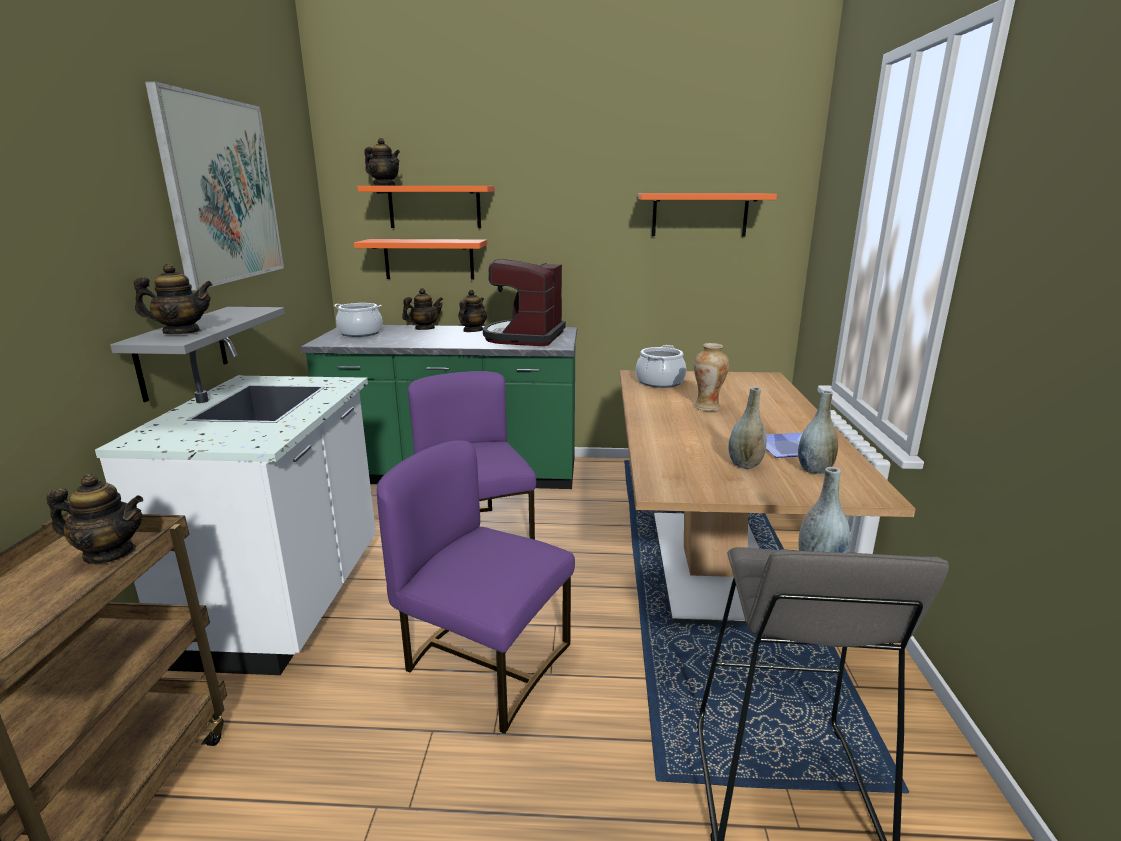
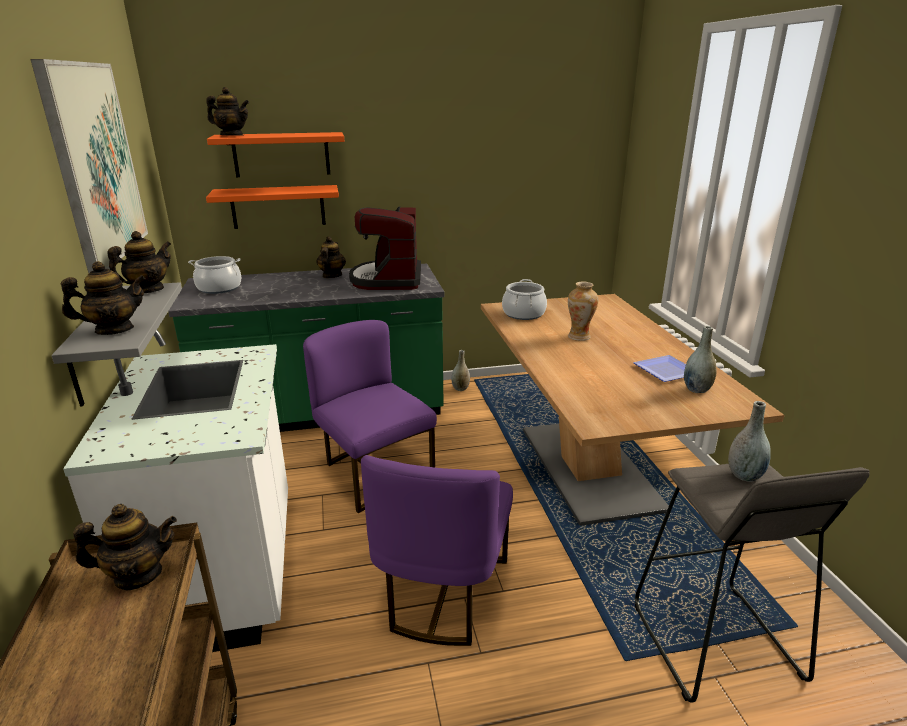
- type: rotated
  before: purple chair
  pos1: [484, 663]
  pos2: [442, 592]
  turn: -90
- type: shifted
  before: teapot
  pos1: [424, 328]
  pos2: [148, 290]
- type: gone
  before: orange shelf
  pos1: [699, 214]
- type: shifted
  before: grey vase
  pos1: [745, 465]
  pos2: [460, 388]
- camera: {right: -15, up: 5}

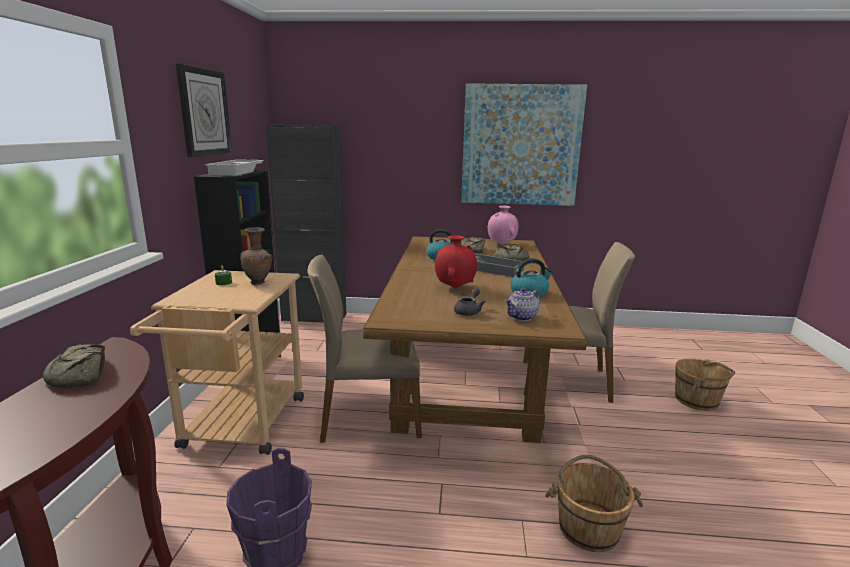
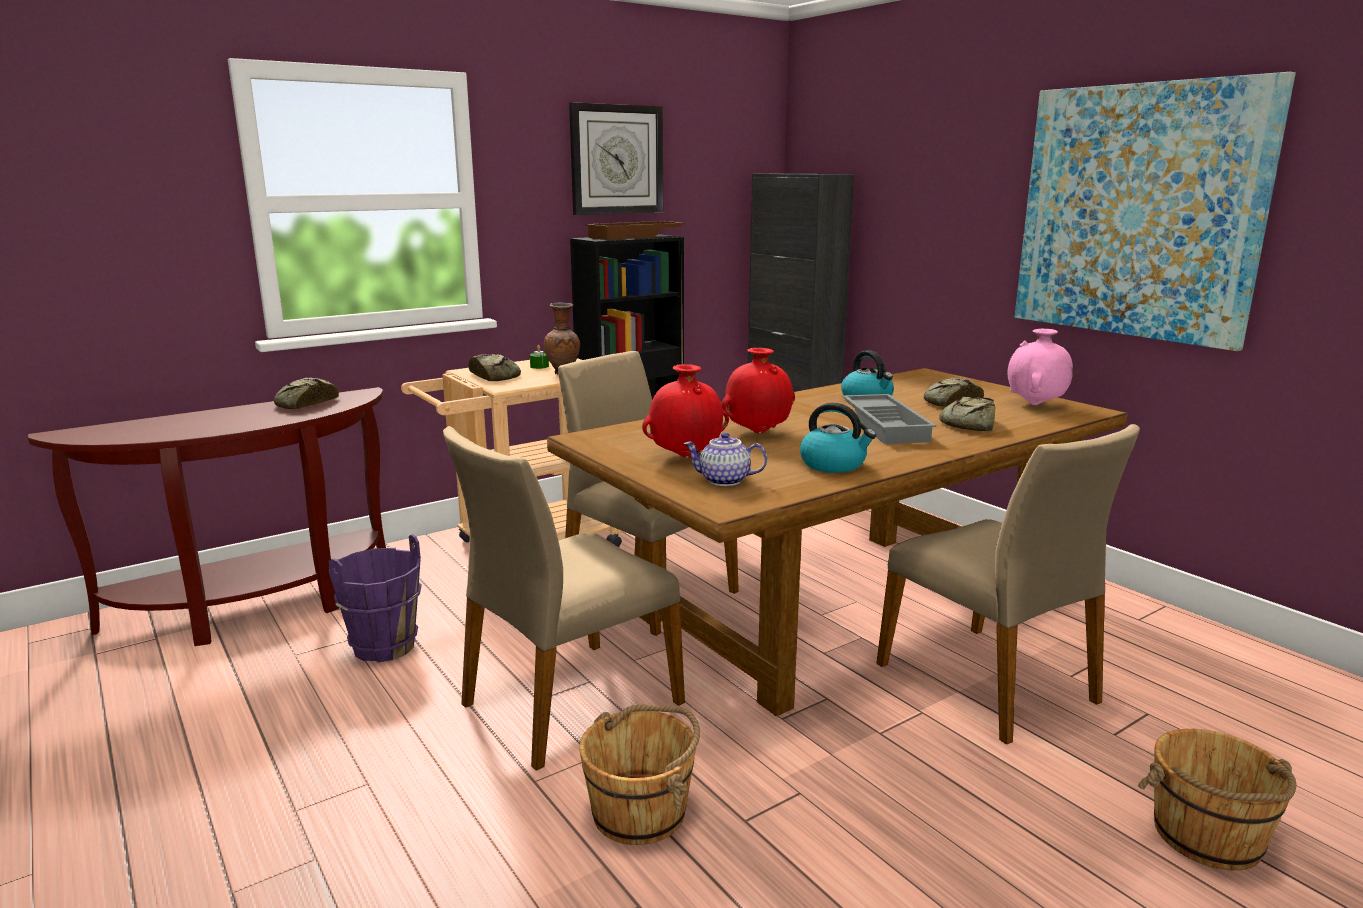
- type: repainted
  before: white tray
  after: brown tray
  pos1: [238, 172]
  pos2: [635, 236]
- type: swapped
  before: grey teapot
  after: red vase
  pos1: [469, 311]
  pos2: [686, 457]
- type: new
  after: beige chair
  pos2: [568, 703]
- type: new
  after: bread
  pos2: [494, 376]
- camera: {right: 50, up: 0}

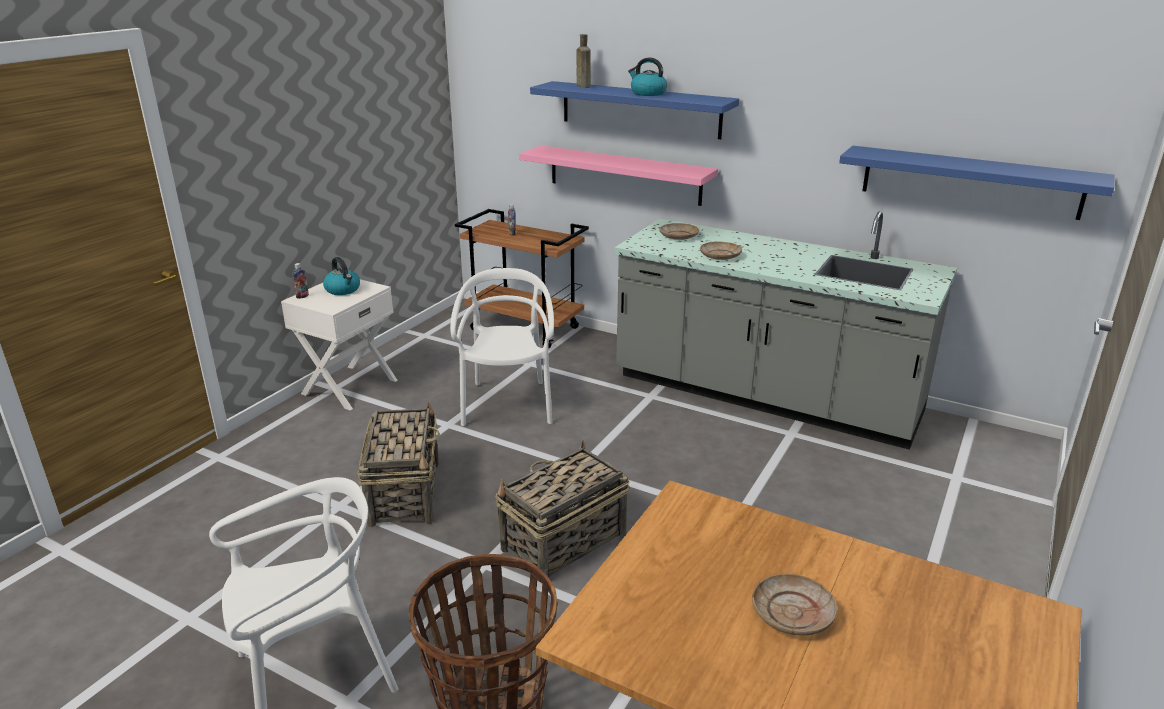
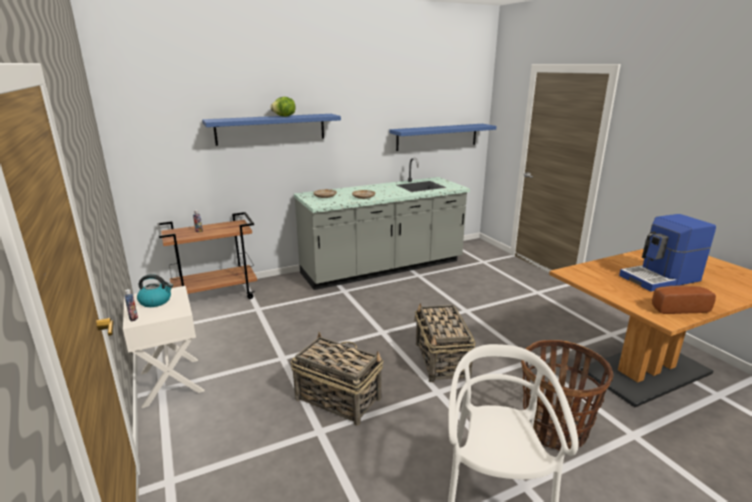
- type: gone
  before: white chair
  pos1: [508, 404]
- type: gone
  before: pink shelf
  pos1: [624, 175]
- type: gone
  before: brown bottle
  pos1: [583, 86]
- type: swapped
  before: kettle
  after: lettuce
  pos1: [647, 93]
  pos2: [284, 116]
- type: swapped
  before: beige plate
  after: coffee machine
  pos1: [793, 614]
  pos2: [661, 278]
- type: new
  after: bread
  pos2: [677, 308]
- camera: {right: -55, up: -5}

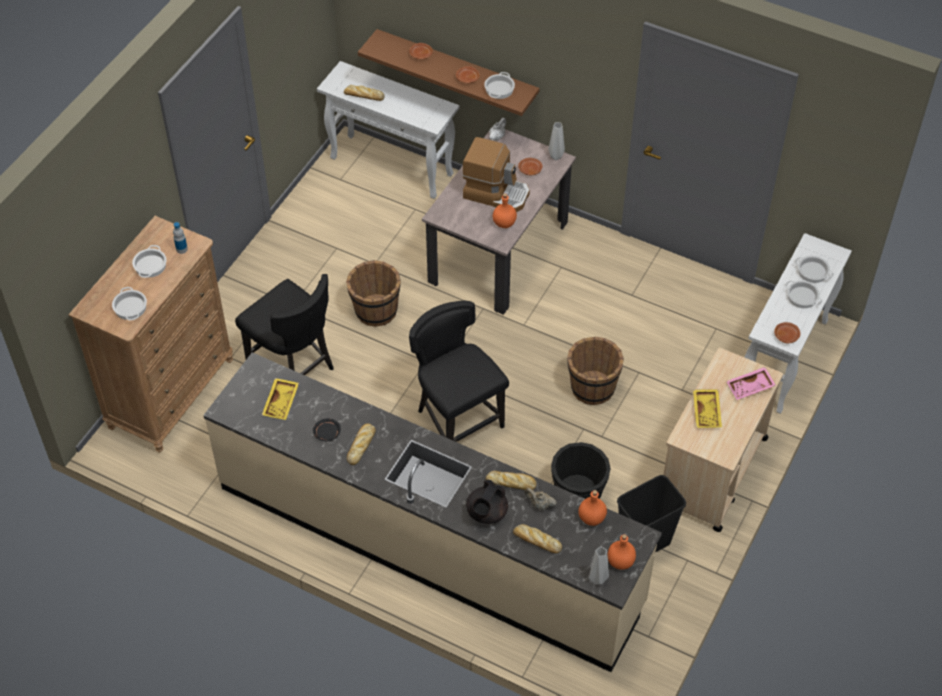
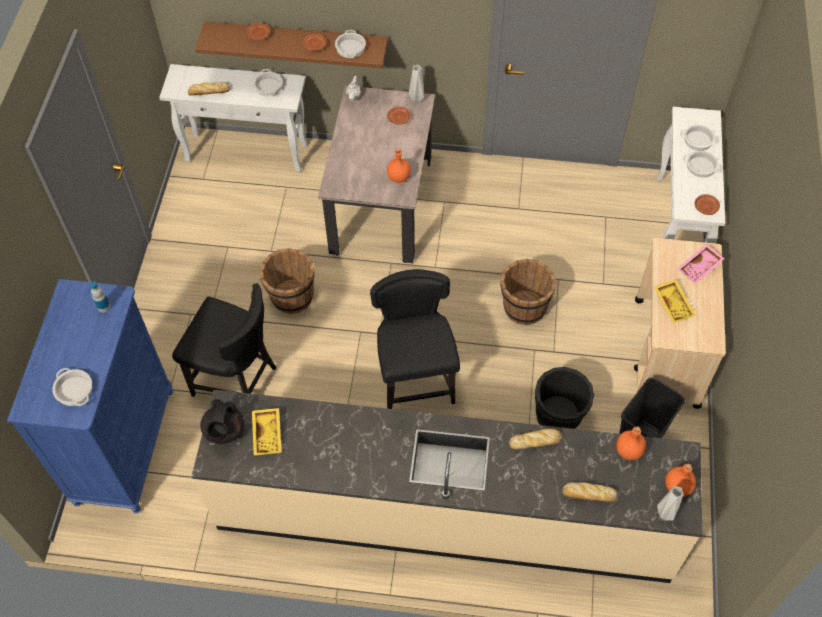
- type: repainted
  before: brown dresser
  after: blue dresser
  pos1: [171, 393]
  pos2: [125, 446]
- type: shifted
  before: cooking pot
  pos1: [150, 266]
  pos2: [268, 86]
- type: gone
  before: black plate
  pos1: [327, 433]
- type: gone
  before: bread
  pos1: [361, 445]
- type: rotated
  before: black chair
  pos1: [457, 419]
  pos2: [416, 379]
  turn: 45
- type: gone
  before: coffee machine
  pos1: [496, 193]
- type: shifted
  before: black teapot
  pos1: [486, 513]
  pos2: [224, 431]
- type: gone
  before: beige teapot
  pos1: [539, 504]
- camera: {right: -20, up: 5}

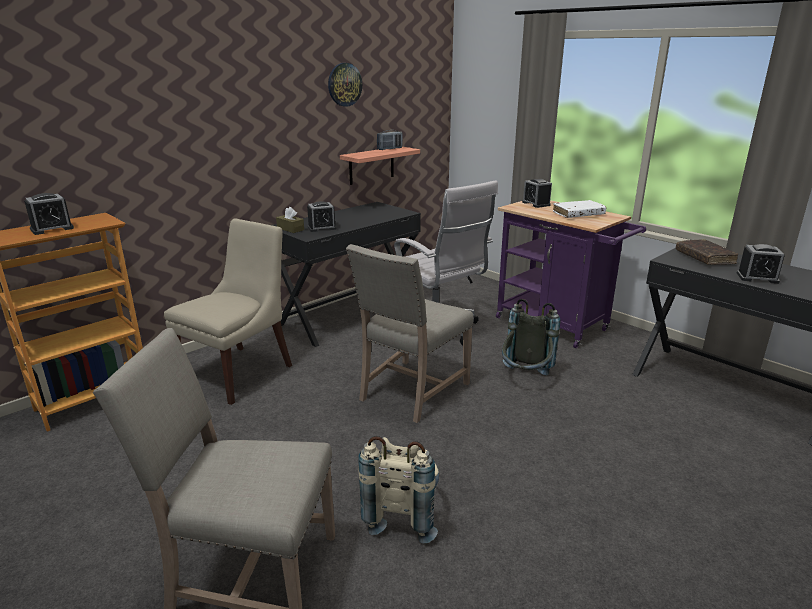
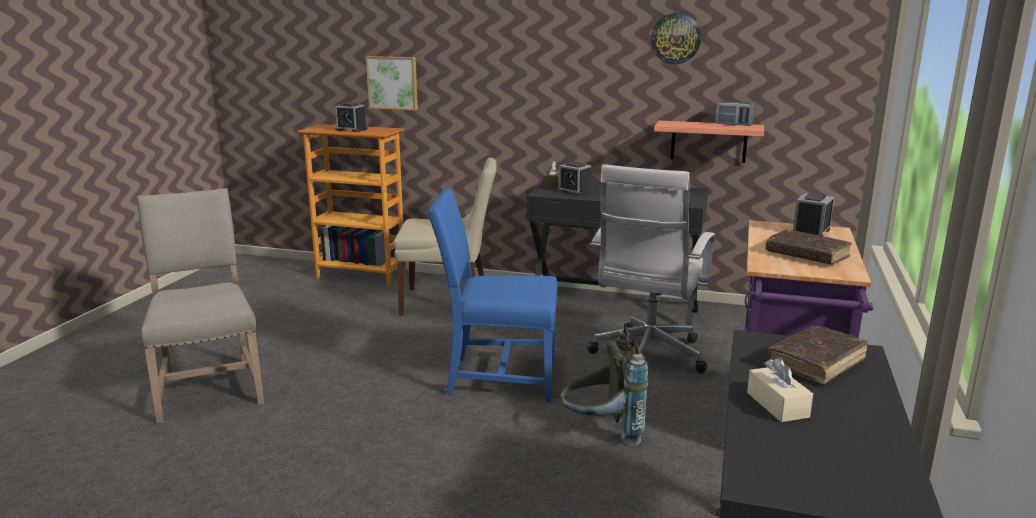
- type: repainted
  before: beige chair
  after: blue chair
  pos1: [411, 392]
  pos2: [498, 377]
- type: gone
  before: beige backpack
  pos1: [402, 514]
- type: repainted
  before: white book
  after: brown book
  pos1: [578, 214]
  pos2: [807, 255]
- type: swapped
  before: alarm clock
  after: beige tissue box
  pos1: [757, 278]
  pos2: [777, 405]
- type: new
  after: picture
  pos2: [393, 83]
- camera: {right: 60, up: -5}

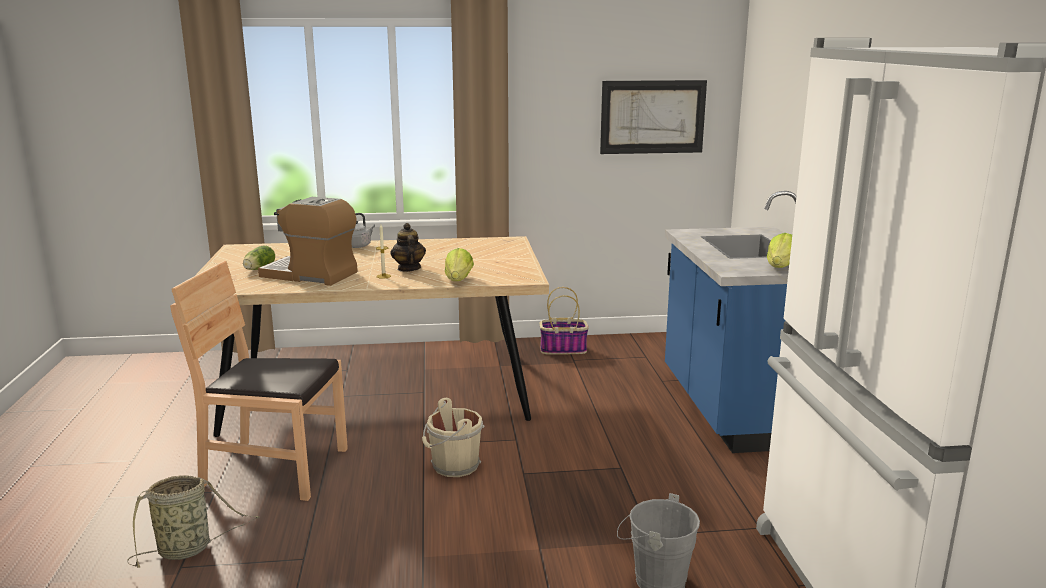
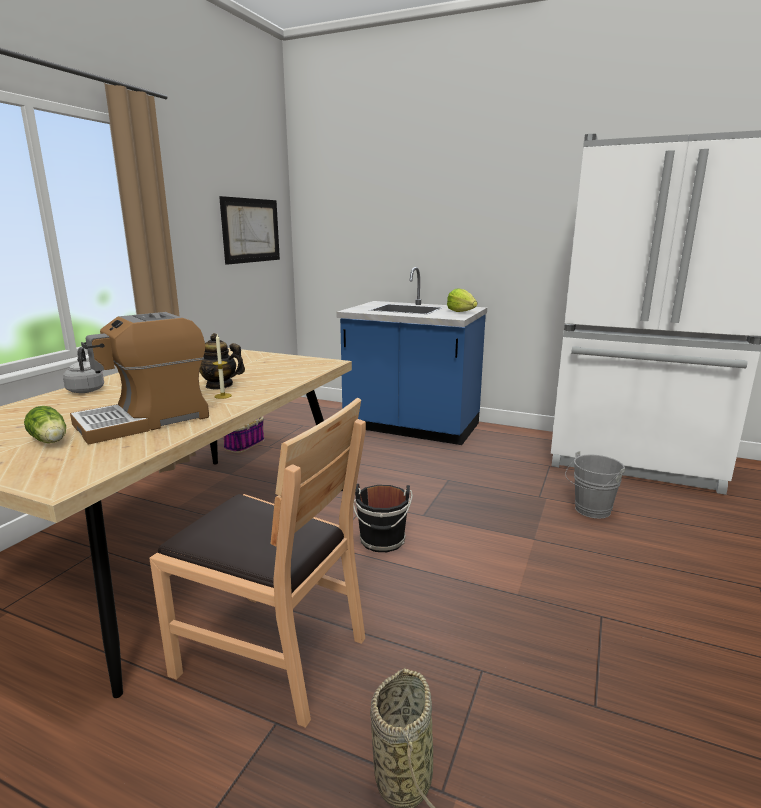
- type: rotated
  before: brown chair
  pos1: [275, 468]
  pos2: [272, 654]
  turn: -105
- type: repainted
  before: beige bucket
  after: black bucket
  pos1: [453, 466]
  pos2: [382, 541]
- type: gone
  before: lettuce
  pos1: [458, 280]
- camera: {right: -60, up: 0}

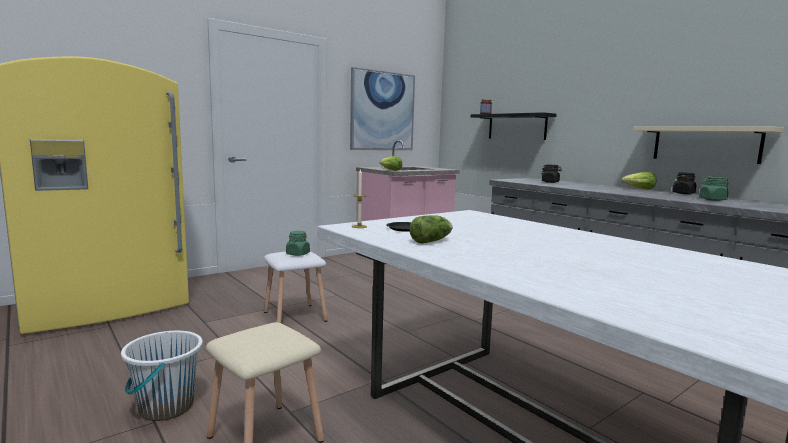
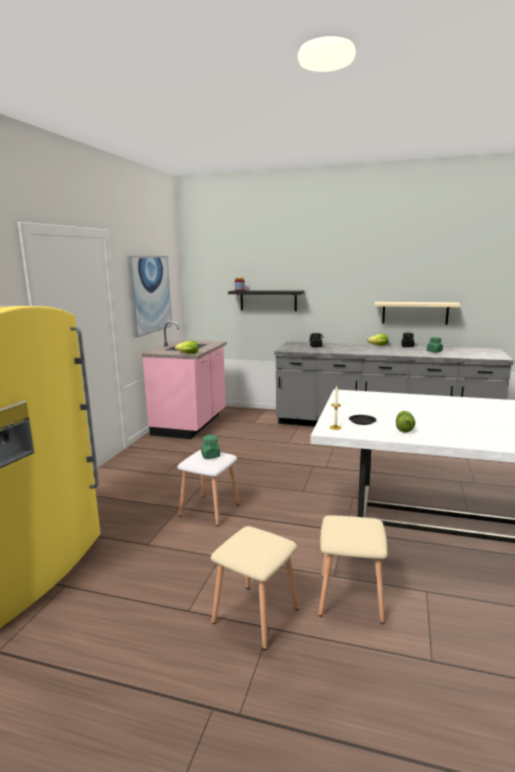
- type: swapped
  before: white bucket
  after: beige stool
  pos1: [166, 407]
  pos2: [257, 615]
- camera: {right: -35, up: 5}

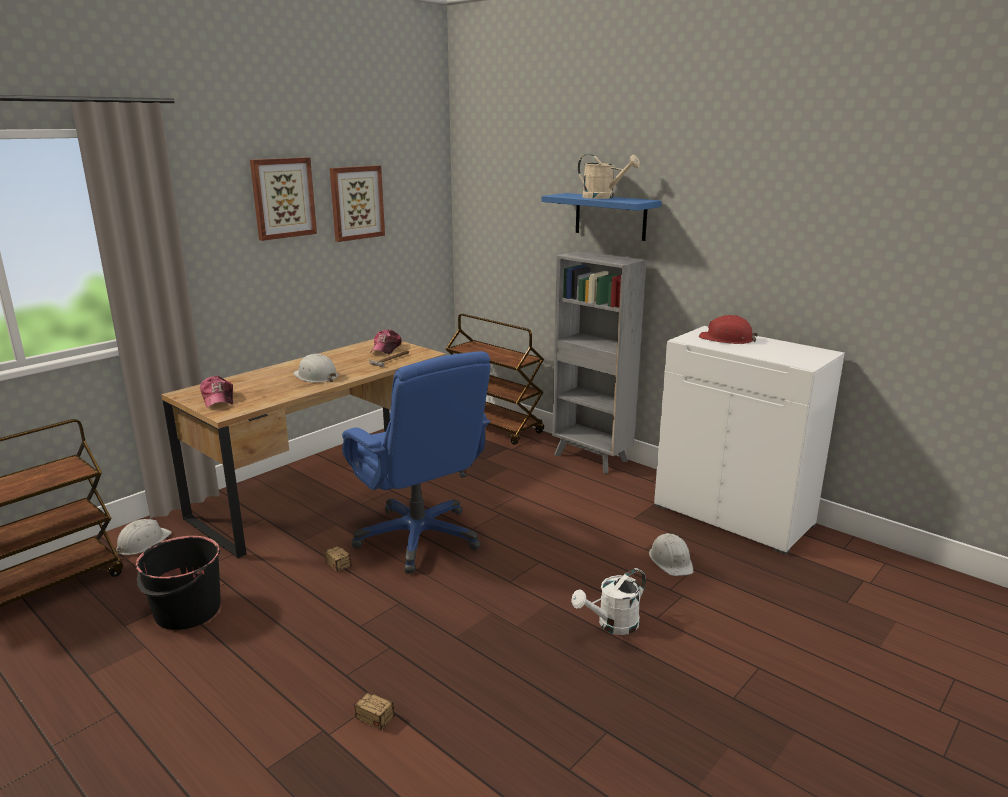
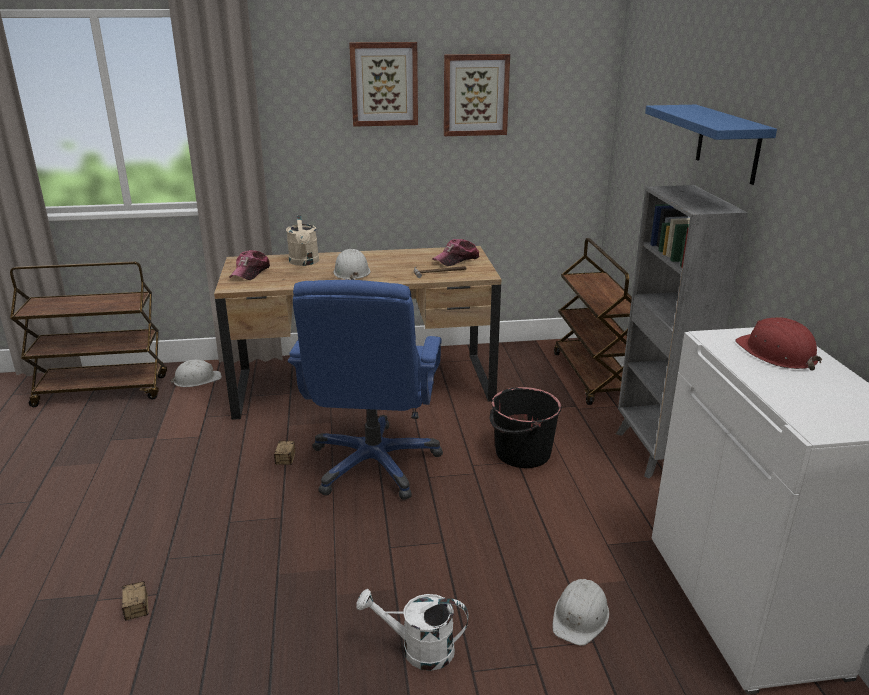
- type: shifted
  before: black bucket
  pos1: [187, 612]
  pos2: [522, 453]
- type: shifted
  before: beige watering can
  pos1: [603, 197]
  pos2: [304, 262]
- camera: {right: 40, up: 5}

